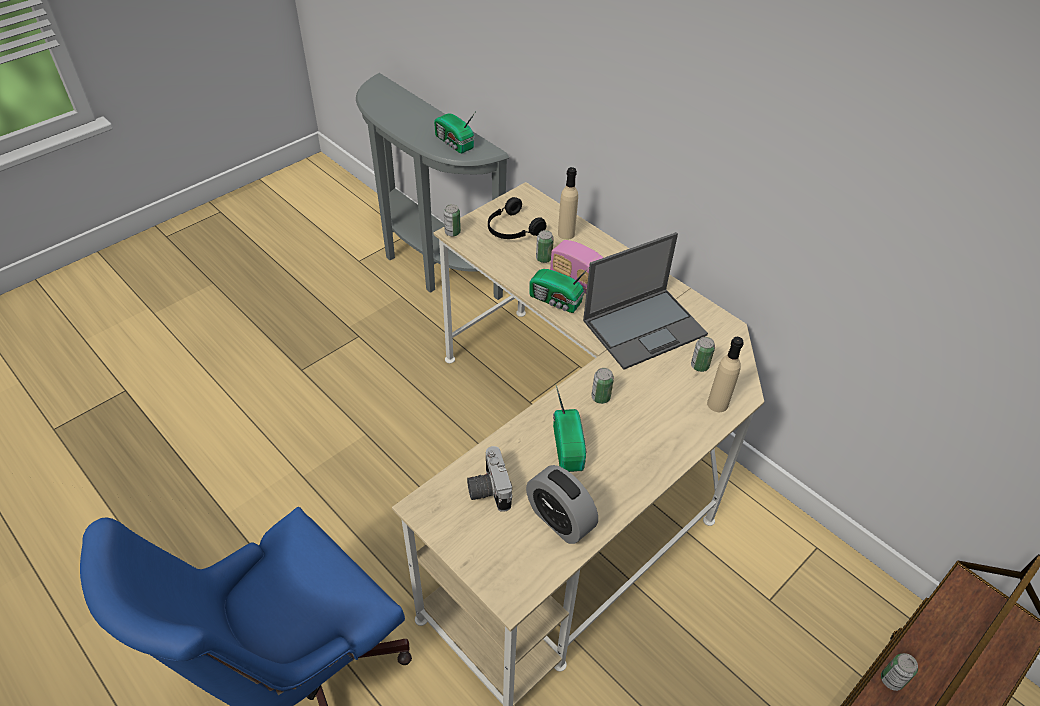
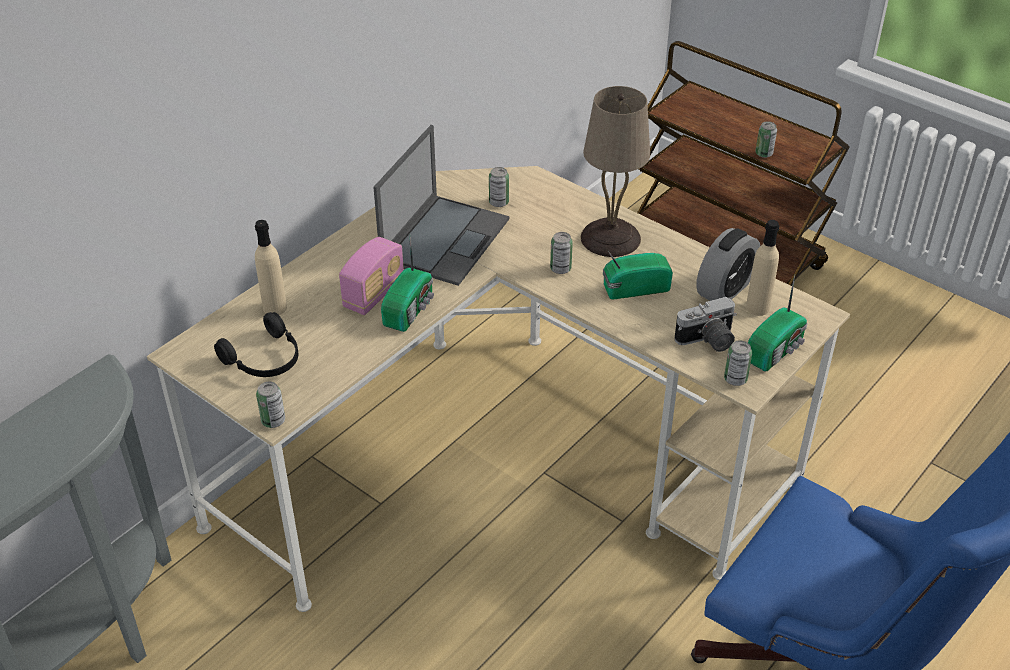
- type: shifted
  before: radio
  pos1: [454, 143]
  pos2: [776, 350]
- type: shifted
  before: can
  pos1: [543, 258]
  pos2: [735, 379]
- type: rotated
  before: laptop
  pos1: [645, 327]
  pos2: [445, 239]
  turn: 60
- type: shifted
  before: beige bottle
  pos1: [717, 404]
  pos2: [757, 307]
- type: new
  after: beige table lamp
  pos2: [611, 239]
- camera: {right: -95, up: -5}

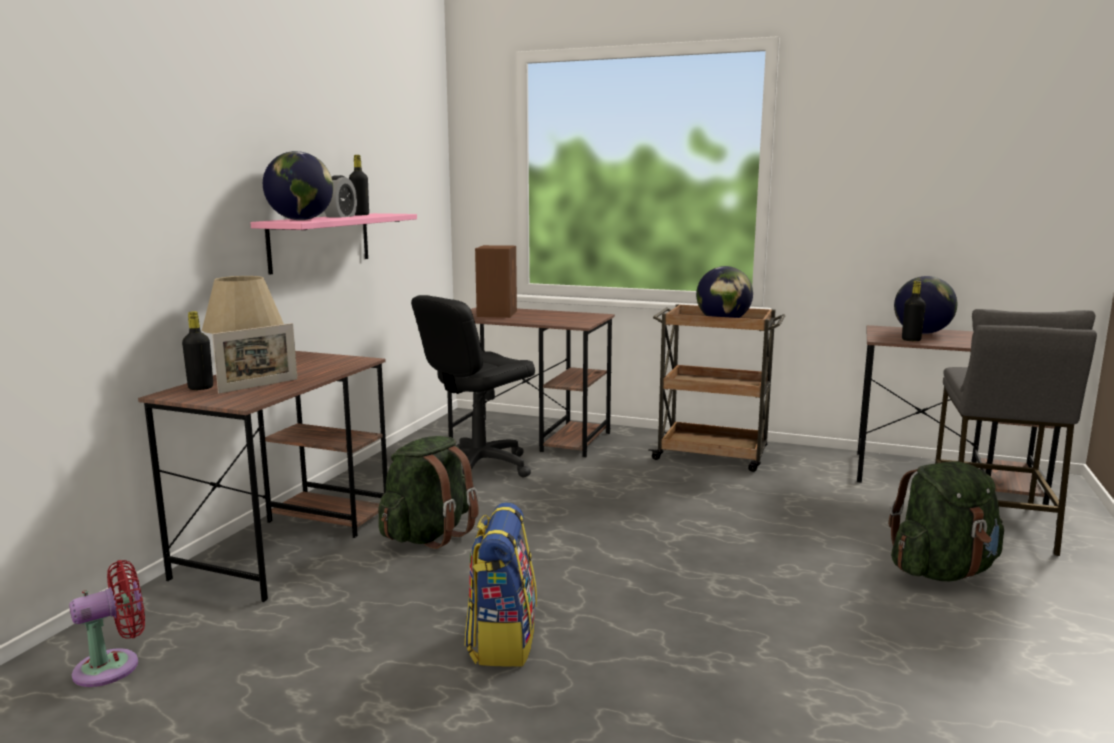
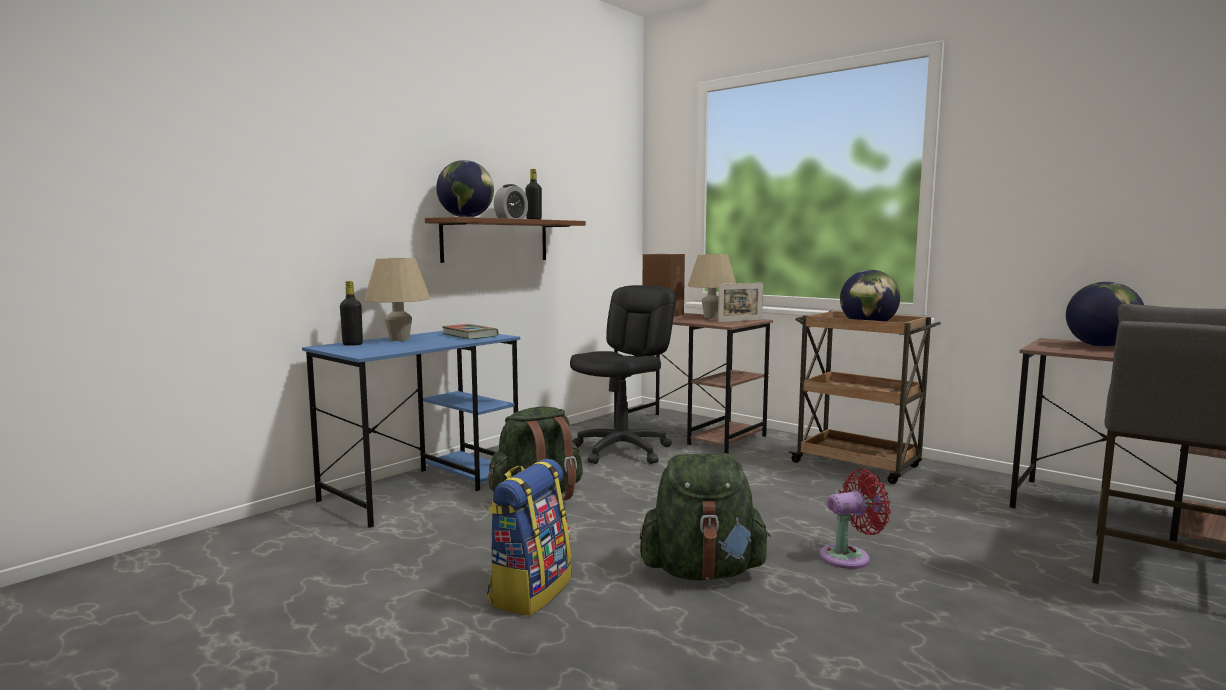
- type: shifted
  before: red fan
  pos1: [114, 666]
  pos2: [849, 557]
- type: repainted
  before: brown desk
  after: blue desk
  pos1: [289, 543]
  pos2: [424, 488]
- type: shifted
  before: picture frame
  pos1: [259, 386]
  pos2: [740, 321]
- type: repainted
  before: pink shelf
  after: brown shelf
  pos1: [320, 241]
  pos2: [496, 240]
- type: rotated
  before: black office chair
  pos1: [478, 467]
  pos2: [622, 451]
  turn: 150
- type: shifted
  before: green backpack
  pos1: [942, 571]
  pos2: [702, 571]
- type: gone
  before: black bottle
  pos1: [911, 340]
- type: new
  after: book
  pos2: [470, 335]
- type: new
  after: beige table lamp
  pos2: [711, 317]
- camera: {right: 20, up: -5}

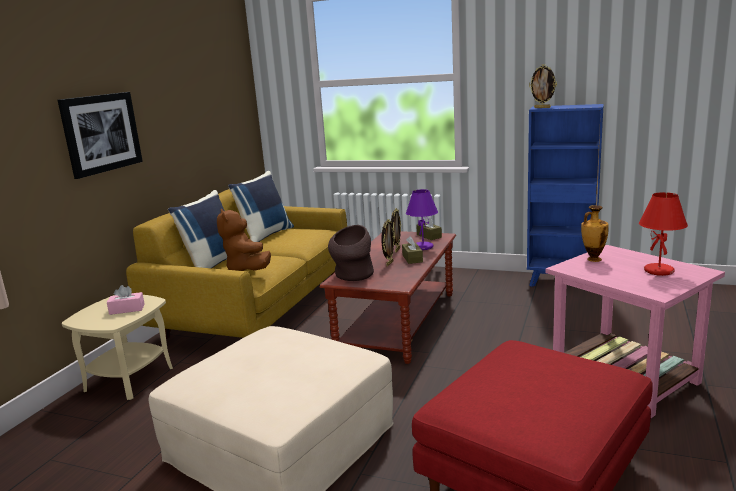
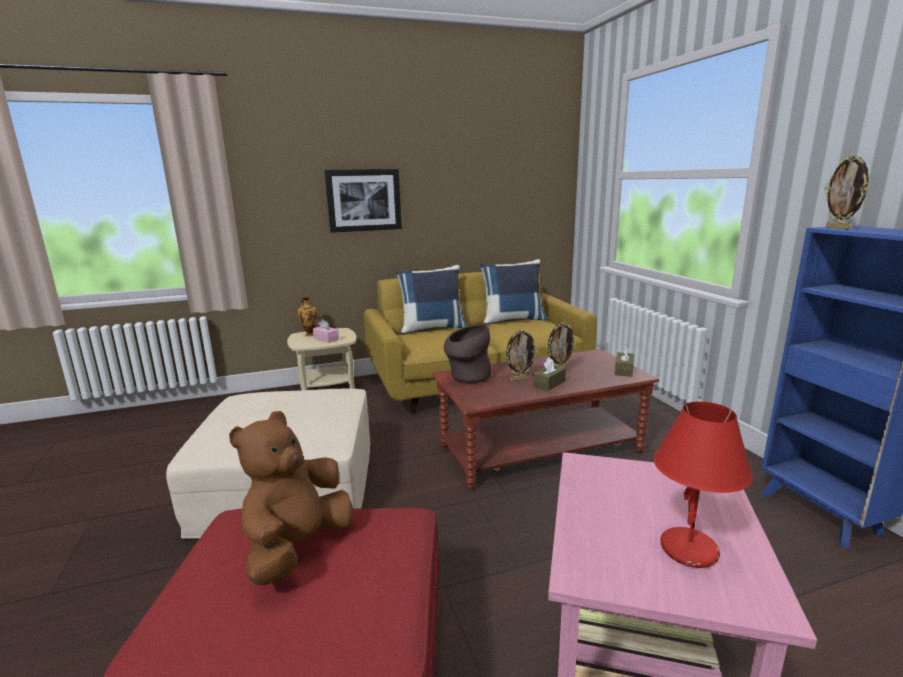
- type: shifted
  before: brown plush toy
  pos1: [247, 270]
  pos2: [298, 547]
- type: gone
  before: purple table lamp
  pos1: [423, 247]
- type: shifted
  before: vase
  pos1: [593, 259]
  pos2: [309, 334]
- camera: {right: 50, up: 0}

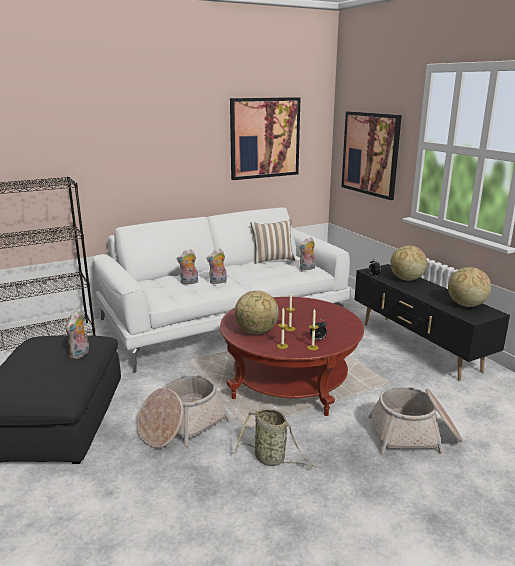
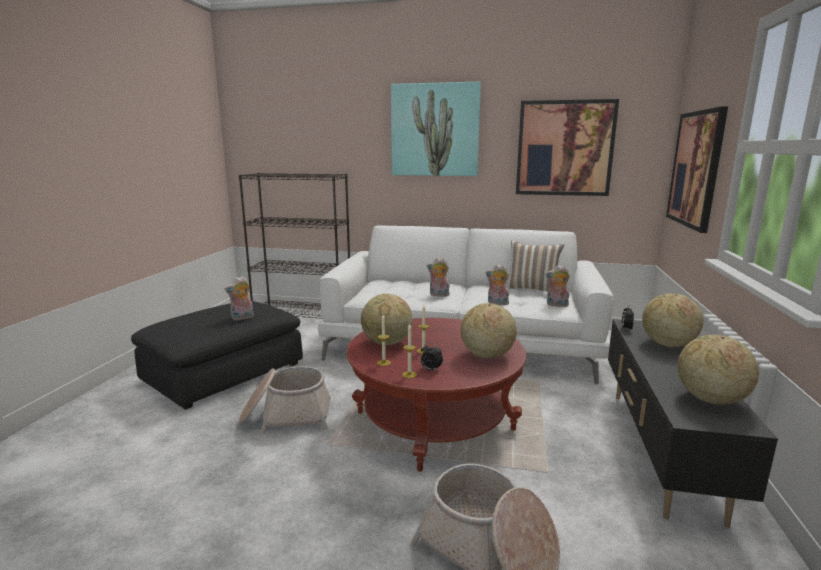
- type: shifted
  before: plush toy
  pos1: [189, 283]
  pos2: [497, 303]
- type: gone
  before: basket
  pos1: [272, 459]
- type: new
  after: picture
  pos2: [435, 130]
- type: new
  after: globe
  pos2: [486, 355]
- camera: {right: 40, up: -5}

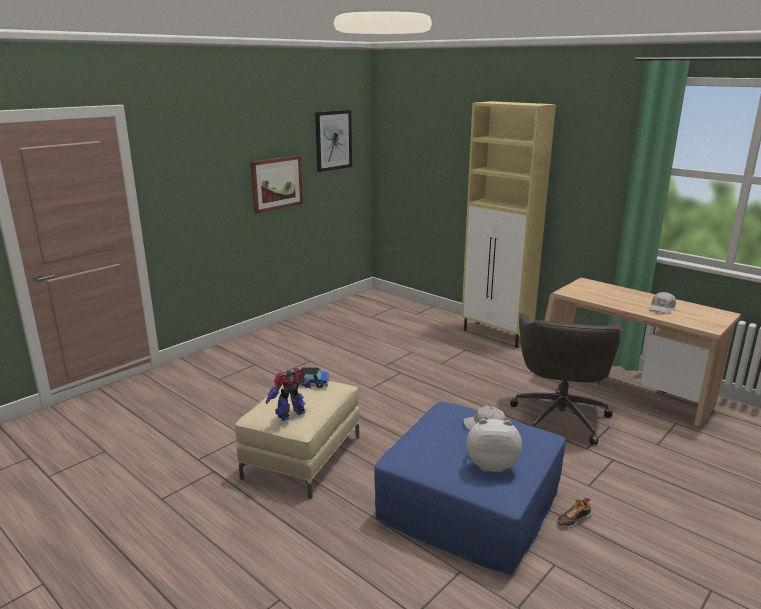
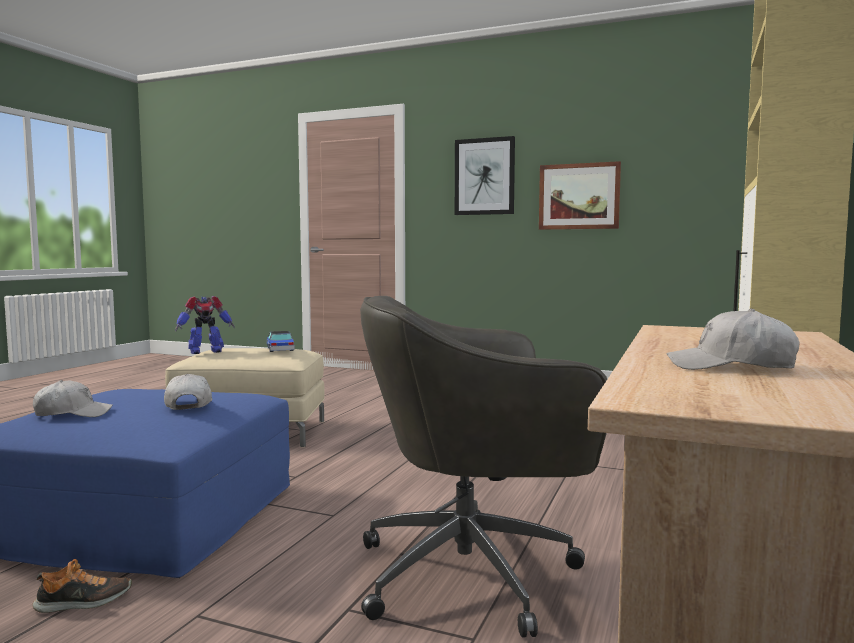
- type: rotated
  before: toy robot
  pos1: [291, 414]
  pos2: [205, 351]
  turn: 120
- type: shifted
  before: picture
  pos1: [333, 140]
  pos2: [484, 176]
- type: swapped
  before: plush toy
  after: white cap
  pos1: [491, 464]
  pos2: [73, 413]
- type: rotated
  before: shoe
  pos1: [573, 519]
  pos2: [83, 602]
  turn: 120
- camera: {right: 70, up: -15}

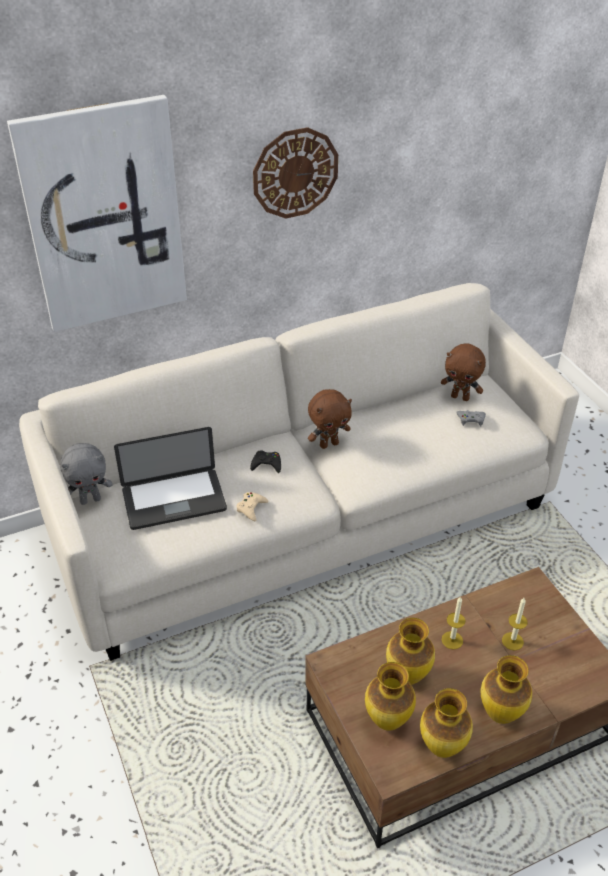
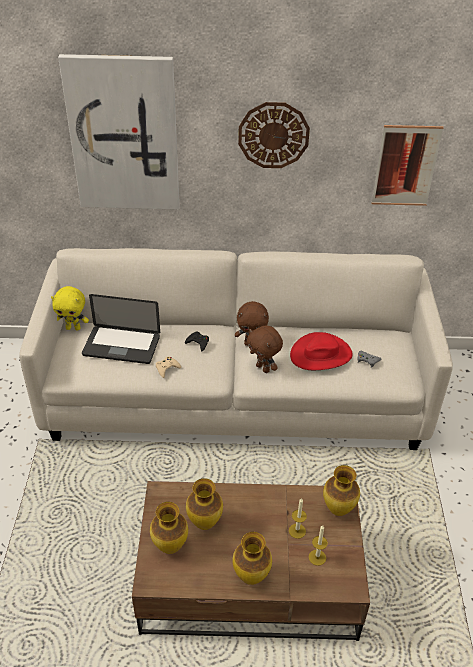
- type: repainted
  before: grey plush toy
  after: yellow plush toy
  pos1: [90, 499]
  pos2: [73, 328]
- type: shifted
  before: vase
  pos1: [442, 748]
  pos2: [338, 510]
- type: shifted
  before: brown plush toy
  pos1: [460, 397]
  pos2: [263, 368]
- type: shifted
  before: candle
  pos1: [452, 640]
  pos2: [317, 557]
- type: new
  after: red hat
  pos2: [321, 354]
- type: new
  after: picture
  pos2: [405, 166]
- camera: {right: 25, up: 0}

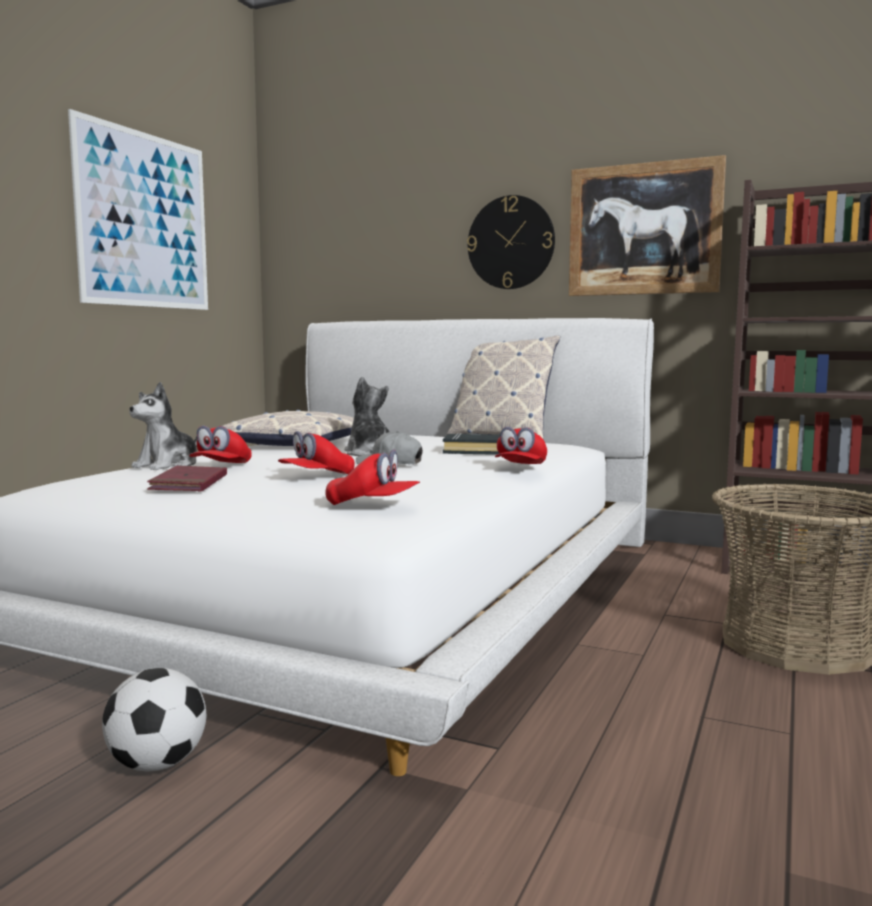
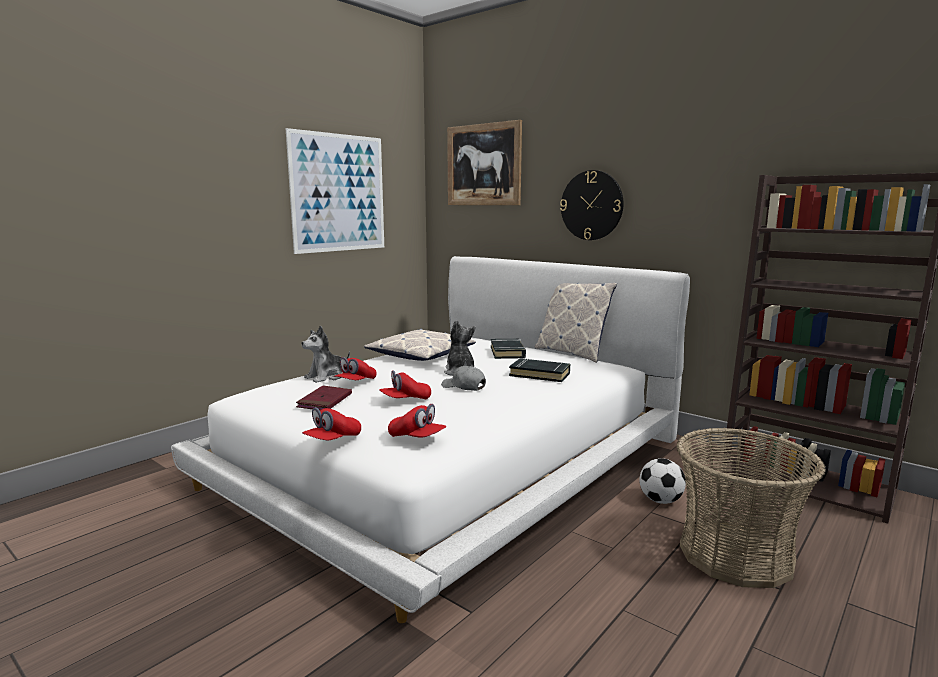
- type: shifted
  before: football
  pos1: [157, 764]
  pos2: [660, 500]
- type: shifted
  before: red cap
  pos1: [520, 468]
  pos2: [333, 440]
- type: shifted
  before: picture
  pos1: [644, 229]
  pos2: [483, 165]
- type: new
  after: black book
  pos2: [507, 352]
- camera: {right: 15, up: 5}

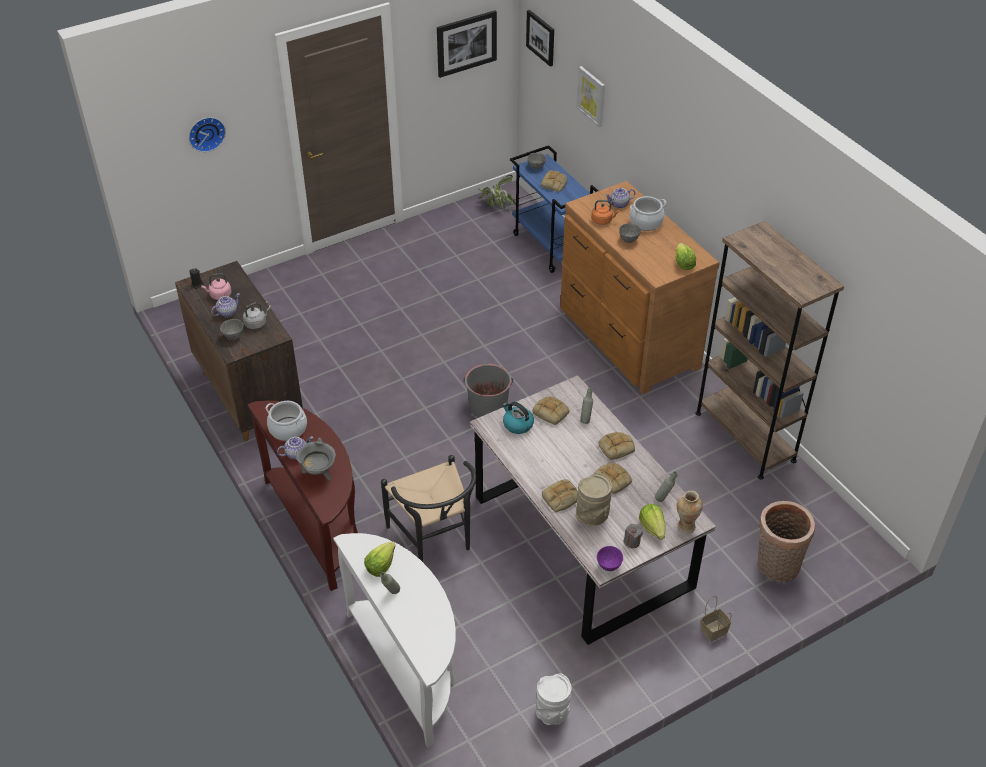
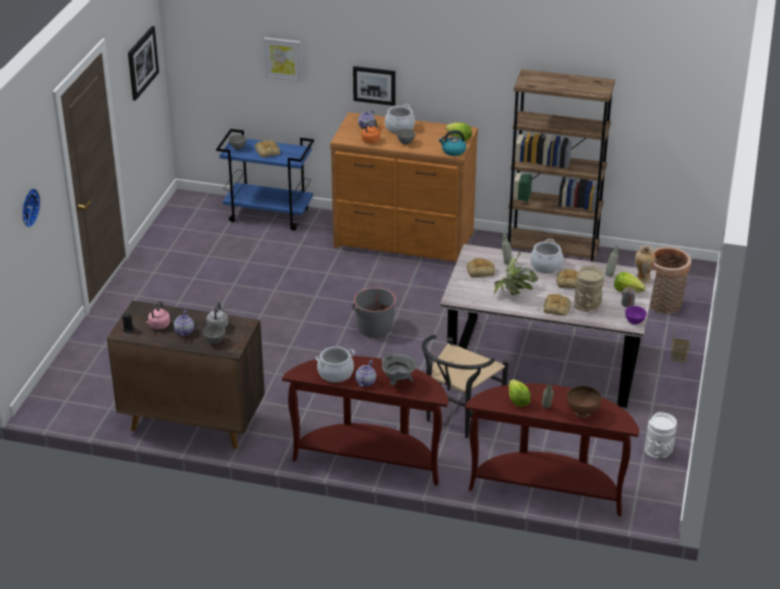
- type: repainted
  before: white console table
  after: brown console table
  pos1: [409, 667]
  pos2: [548, 488]
- type: rotated
  before: black chair
  pos1: [435, 540]
  pos2: [458, 417]
  turn: 105
- type: shifted
  before: potted plant
  pos1: [496, 206]
  pos2: [514, 293]
- type: shifted
  before: kettle
  pos1: [517, 424]
  pos2: [453, 151]
- type: shifted
  before: picture
  pos1: [541, 37]
  pos2: [374, 85]
- type: swapped
  before: bread
  after: cooking pot
  pos1: [616, 447]
  pos2: [546, 265]
- type: new
  after: brown bowl
  pos2: [583, 412]
- camera: {right: -45, up: -10}

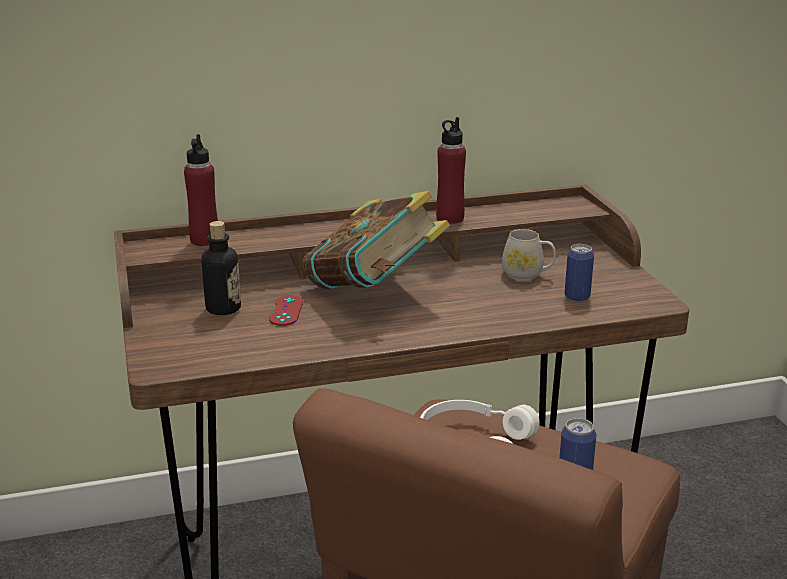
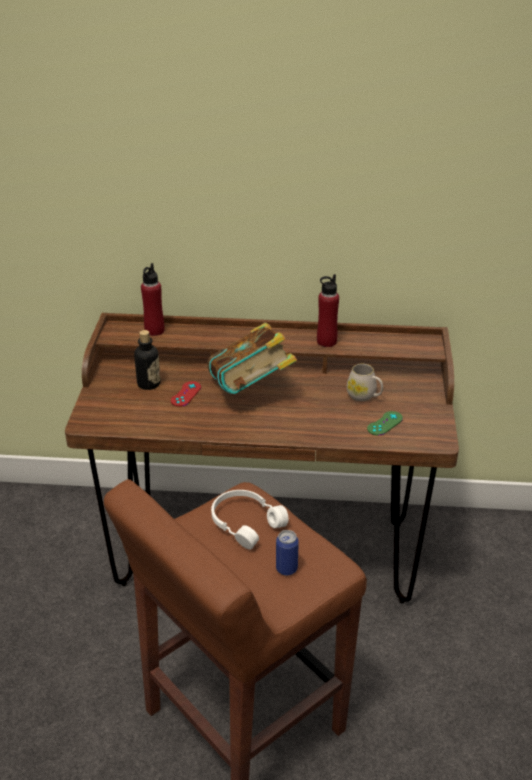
- type: swapped
  before: can
  after: green game controller
  pos1: [577, 297]
  pos2: [385, 423]
- camera: {right: 20, up: 10}

